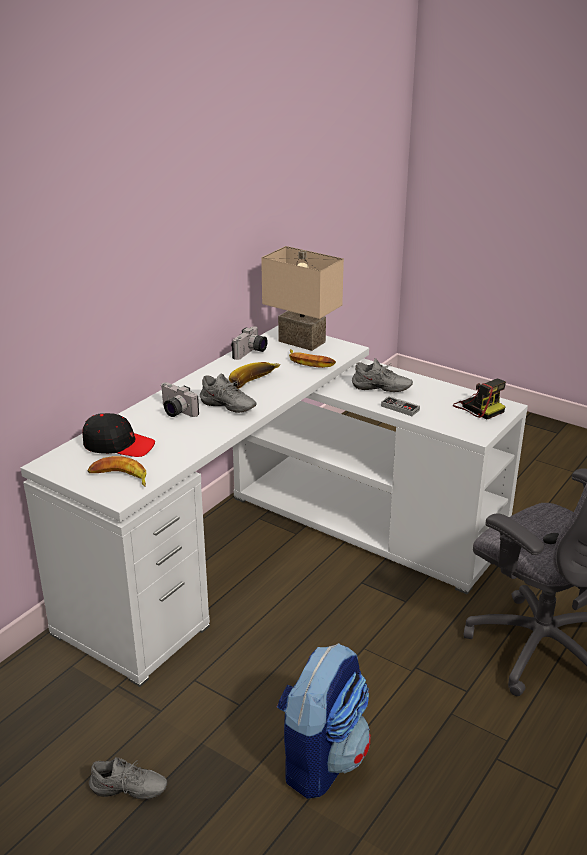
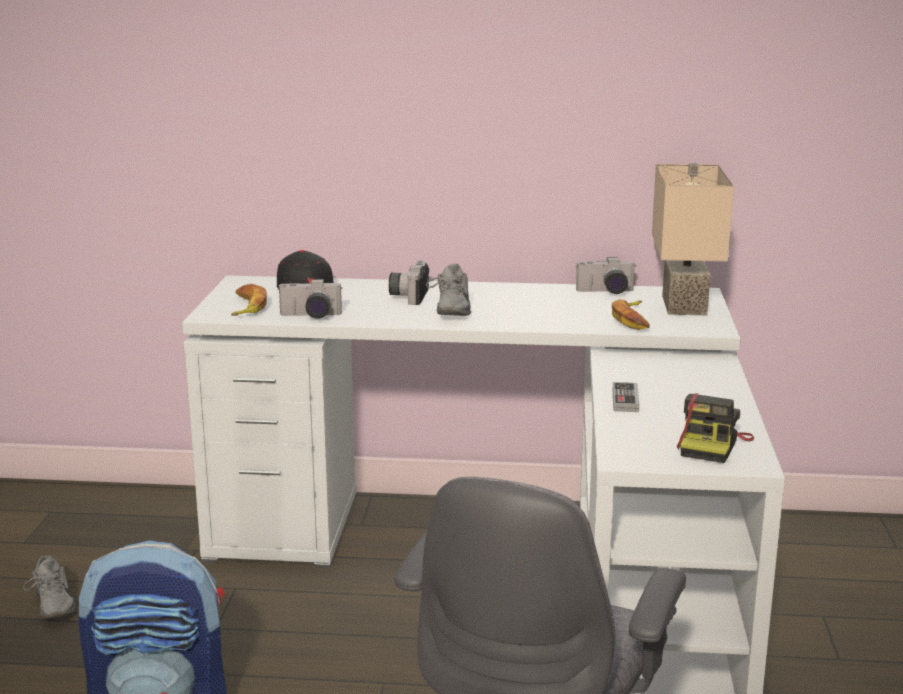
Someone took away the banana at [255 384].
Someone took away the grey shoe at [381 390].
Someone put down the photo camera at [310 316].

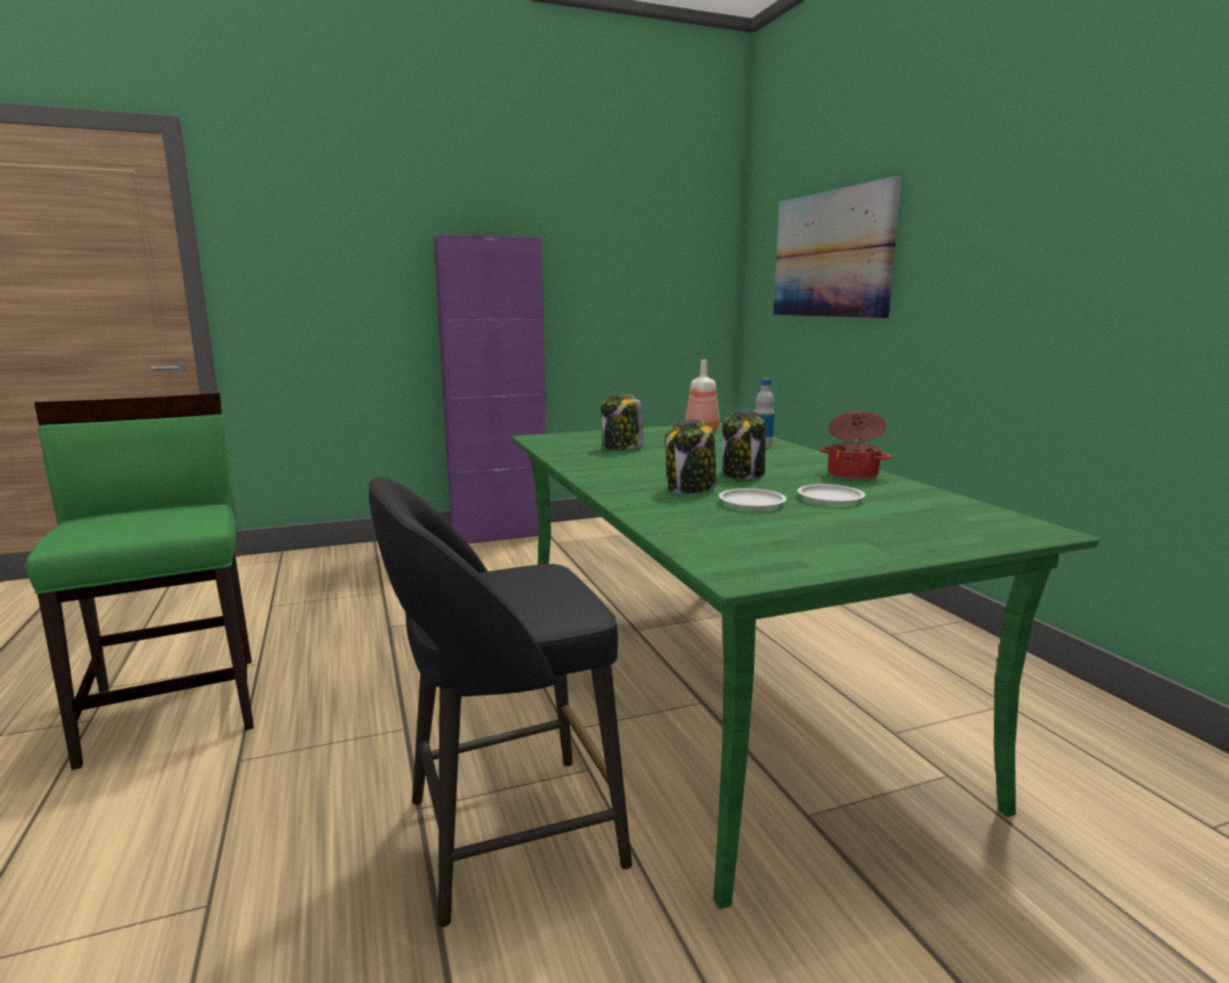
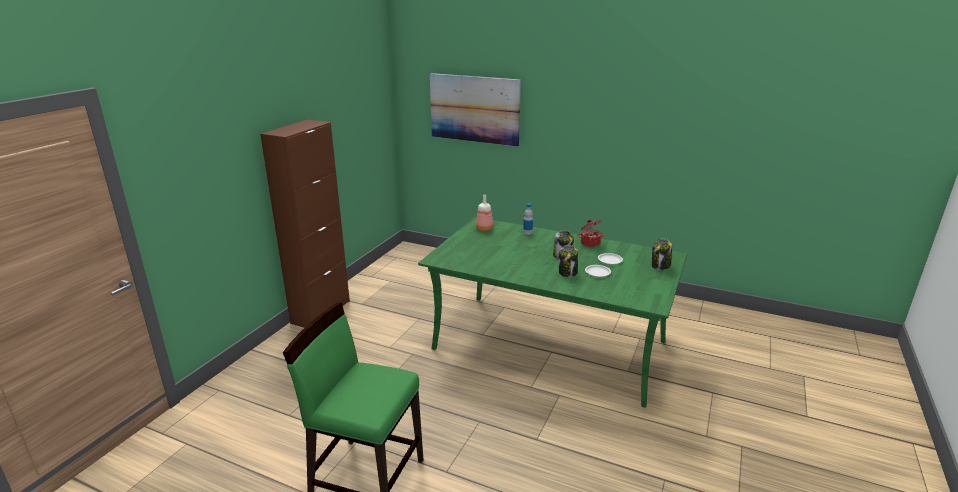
Someone took away the black stool at [506 834].
Someone carried the jar from [622 448] to [660 266].
Someone repainted the purple cabinet at [499 535], which became the brown cabinet at [321 312].

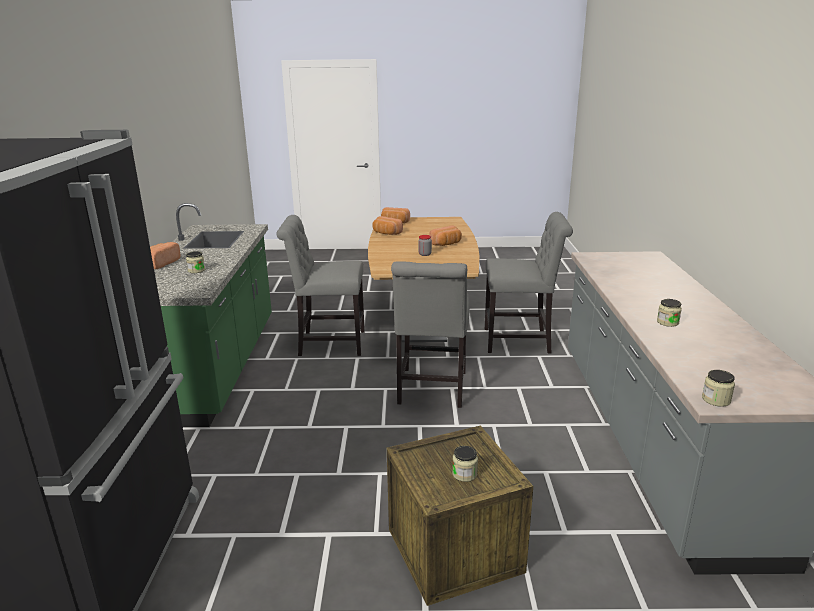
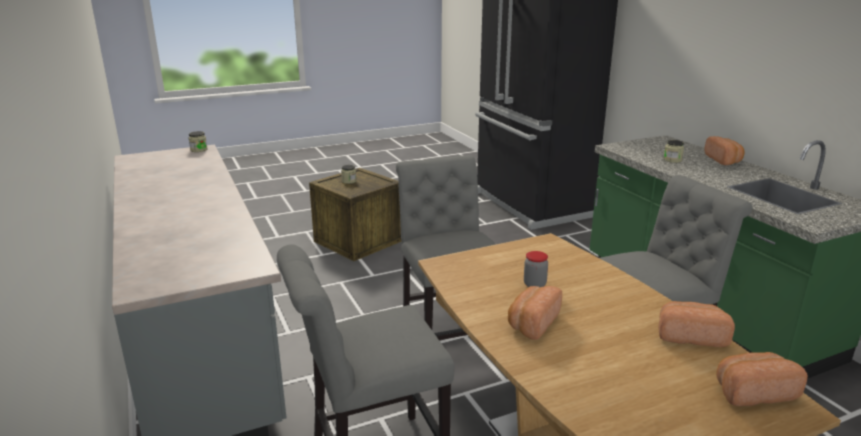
Someone took away the jar at [667 322].

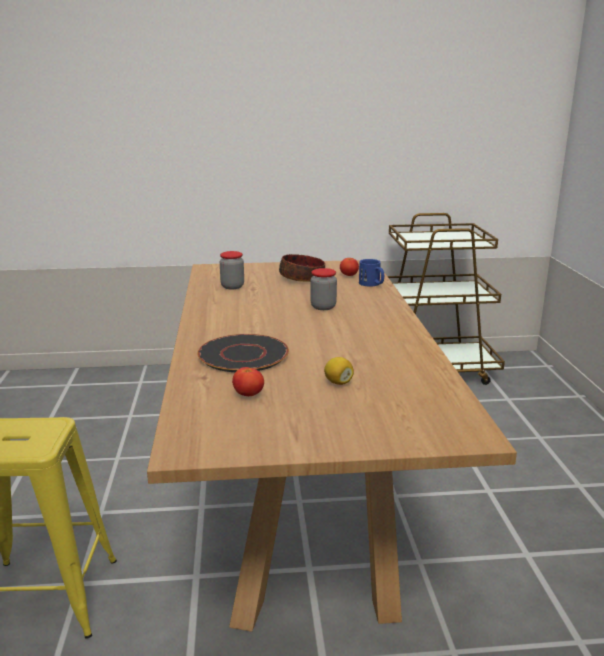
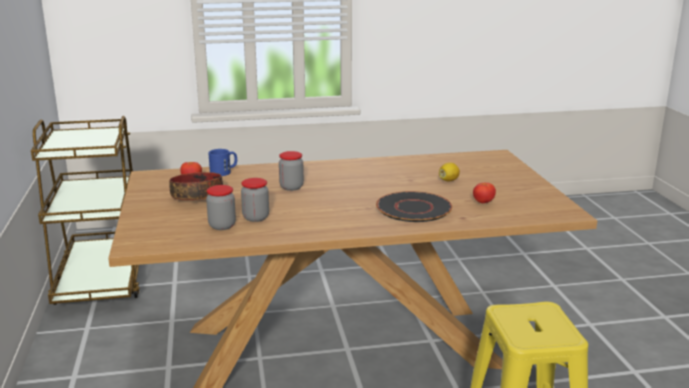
Someone put down the jar at [256 218].

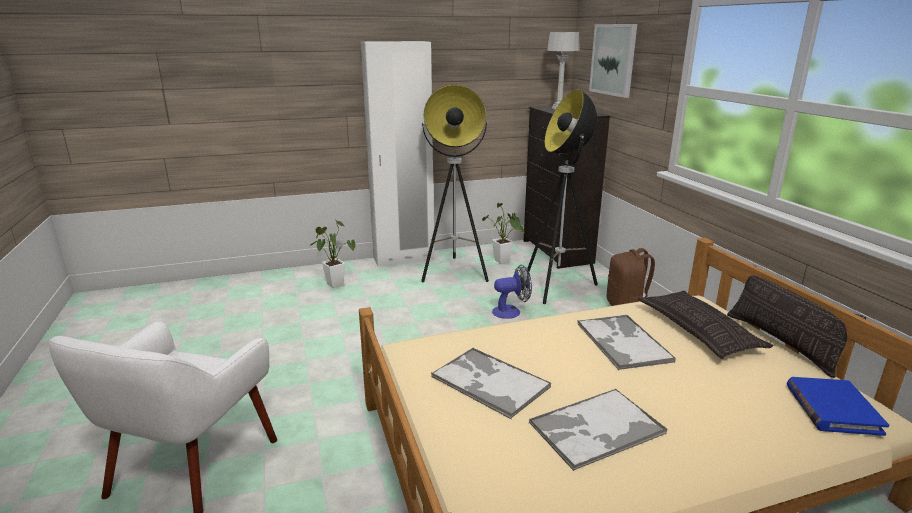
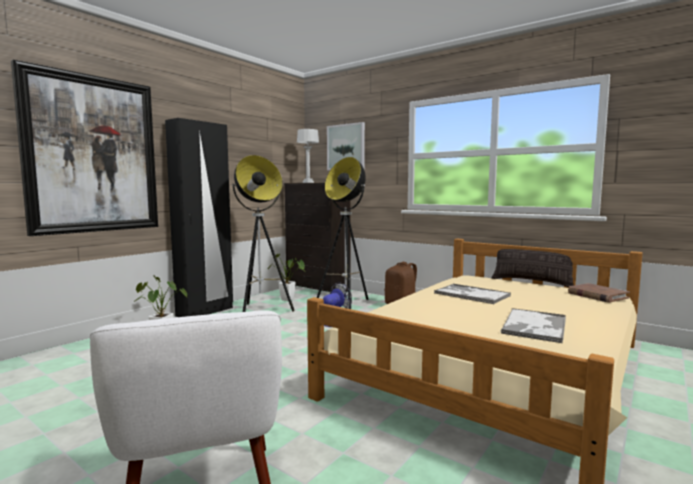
Someone took away the tray at [489 382].
Someone took away the pillow at [698 330].
Someone put up the picture at [92 154].
Someone repainted the white wardrobe at [404 259], which became the black wardrobe at [205 312].
Someone repainted the blue book at [832 409], which became the brown book at [597 295].

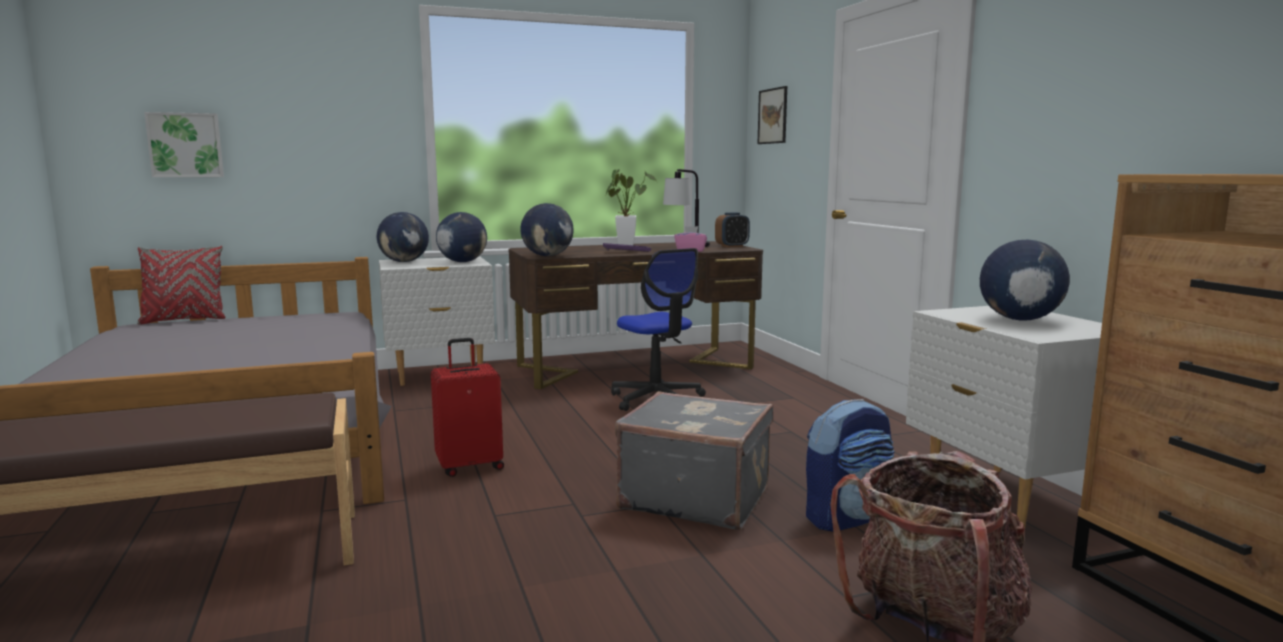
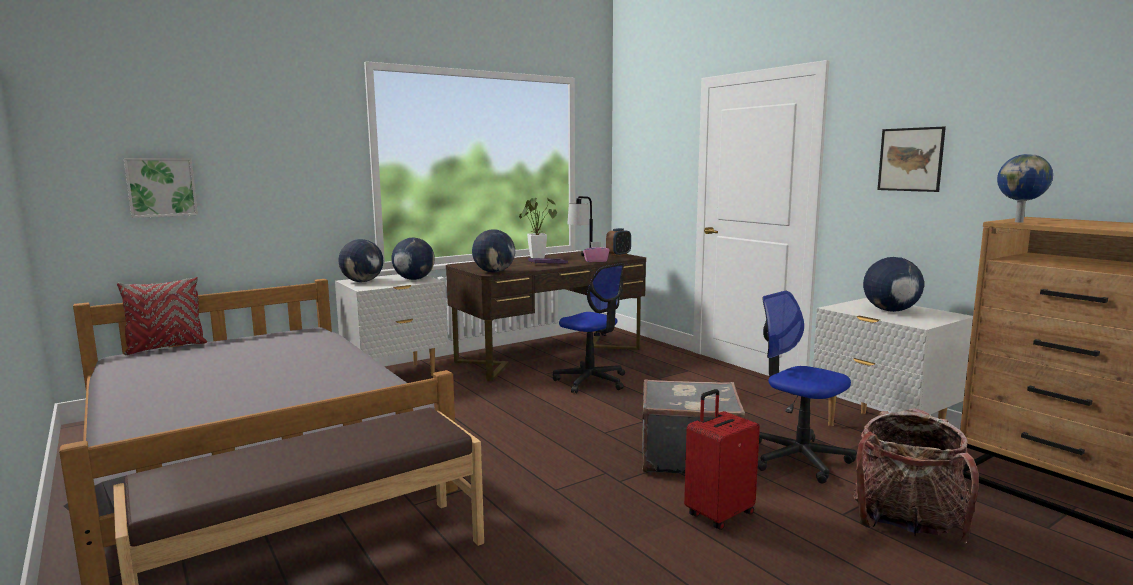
Someone put down the globe at [1019 222].
Someone carried the red suitcase from [470 466] to [718 514].
Someone carried the picture from [773 116] to [910 159].
Someone swapped the backpack at [846 517] for the office chair at [798 458].

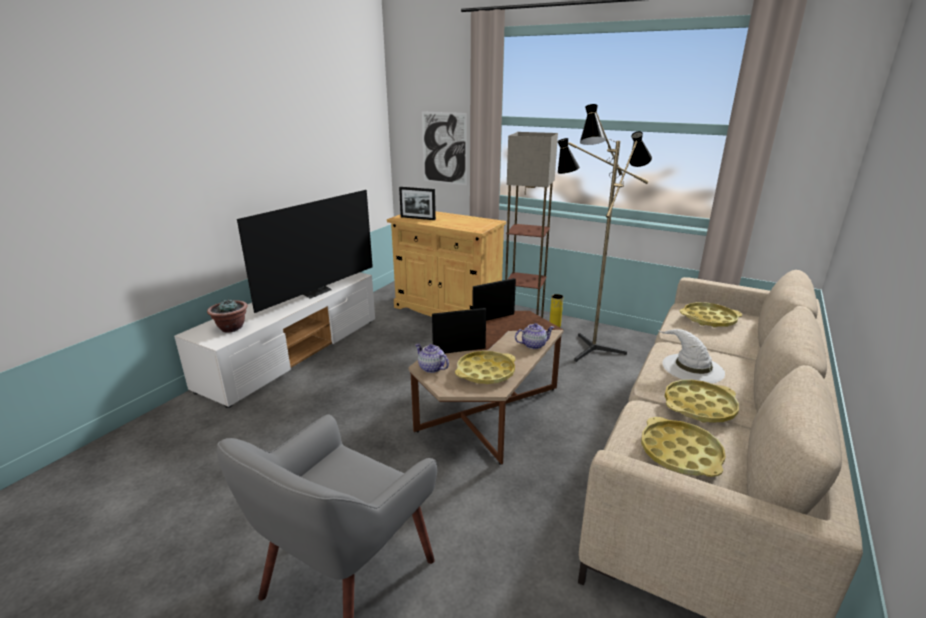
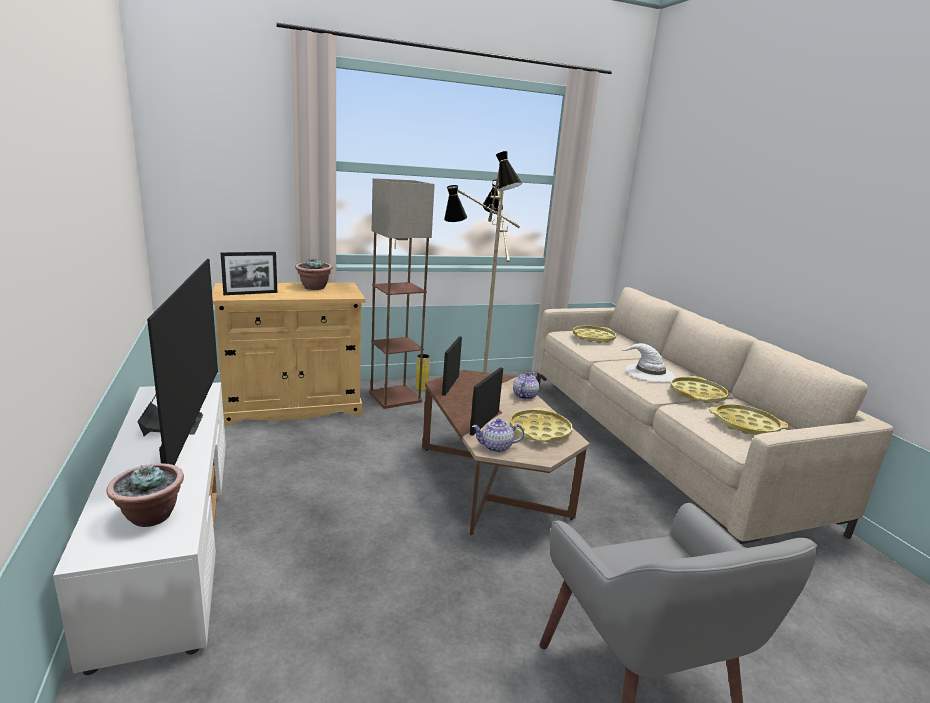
Someone took away the picture at [444 148].
Someone put down the potted plant at [314 288].

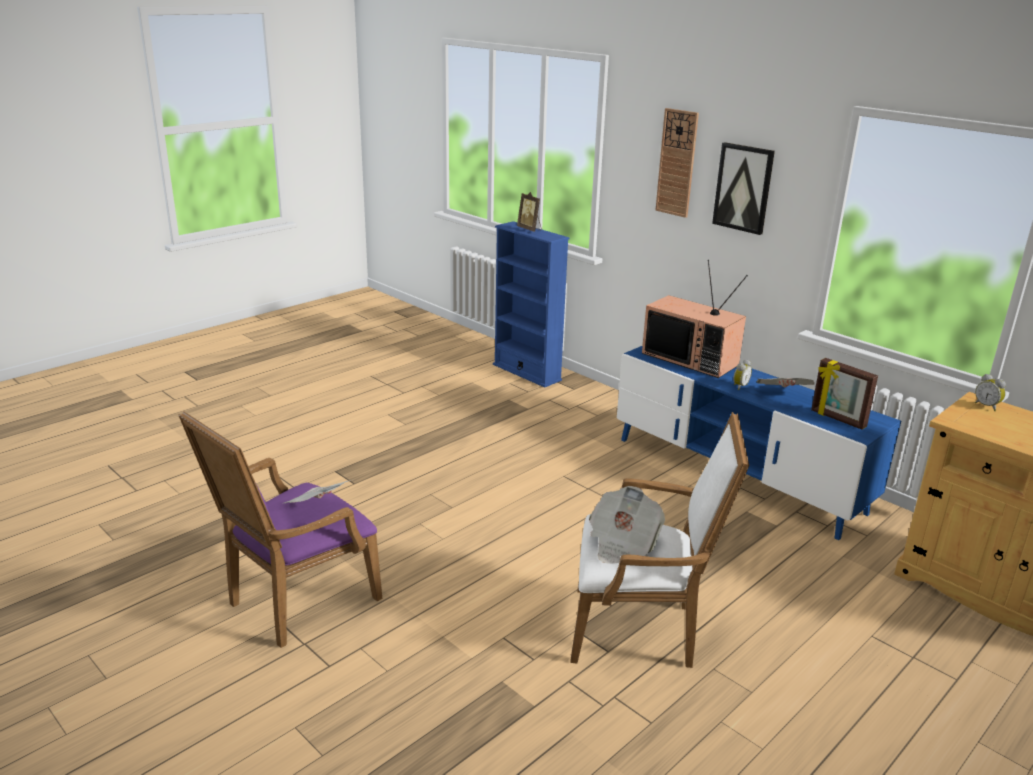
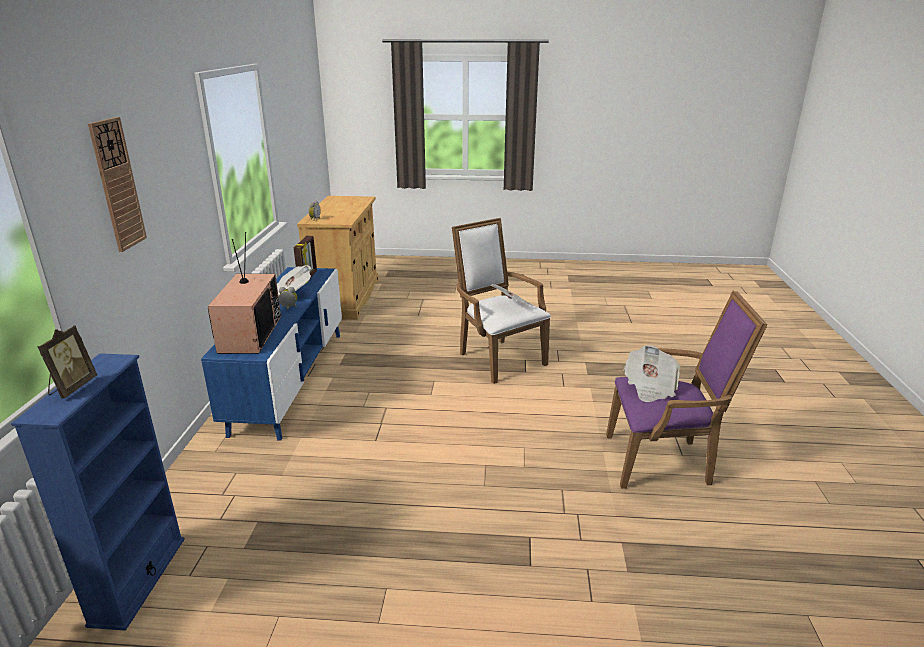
Someone took away the picture at [743 188].

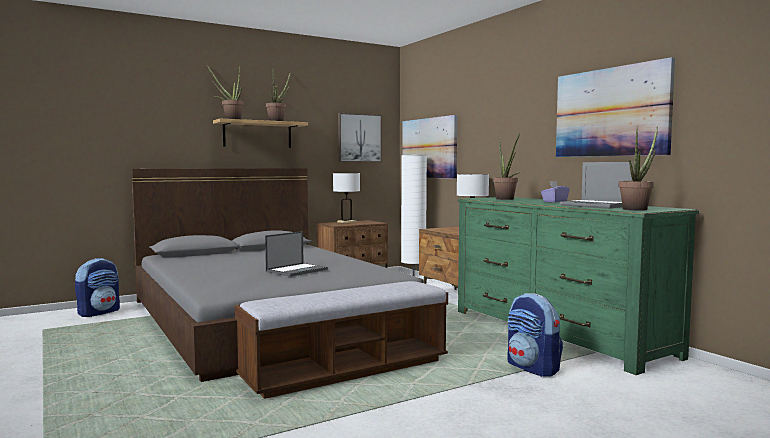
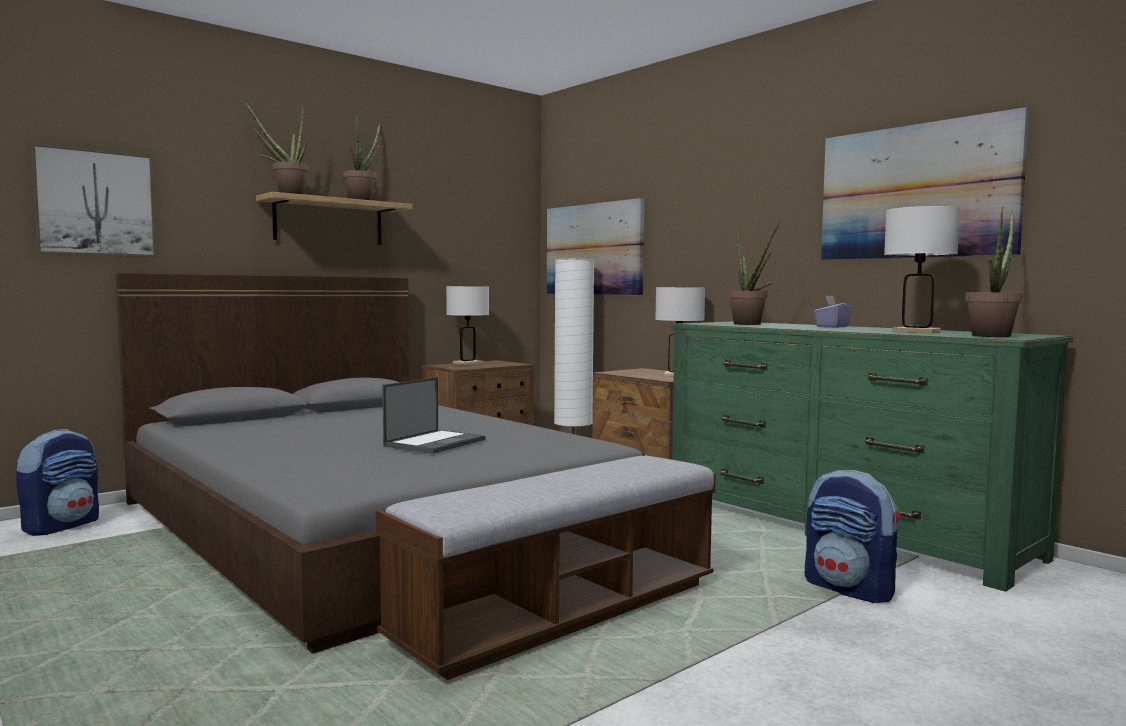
Someone carried the picture from [359 138] to [95 203].
Someone swapped the laptop at [596 206] for the white table lamp at [916 332].

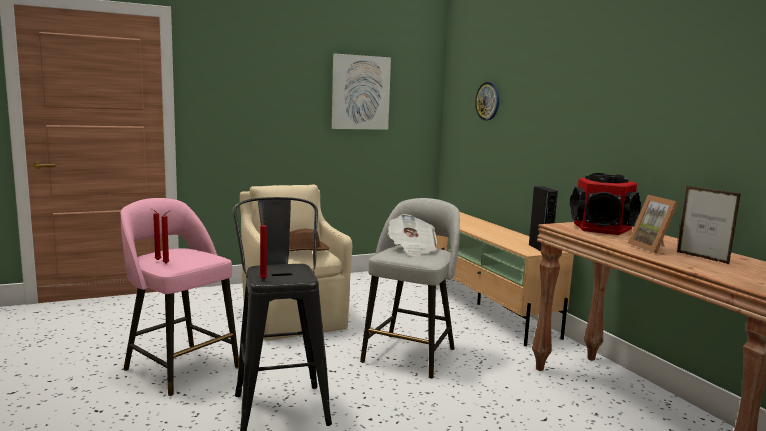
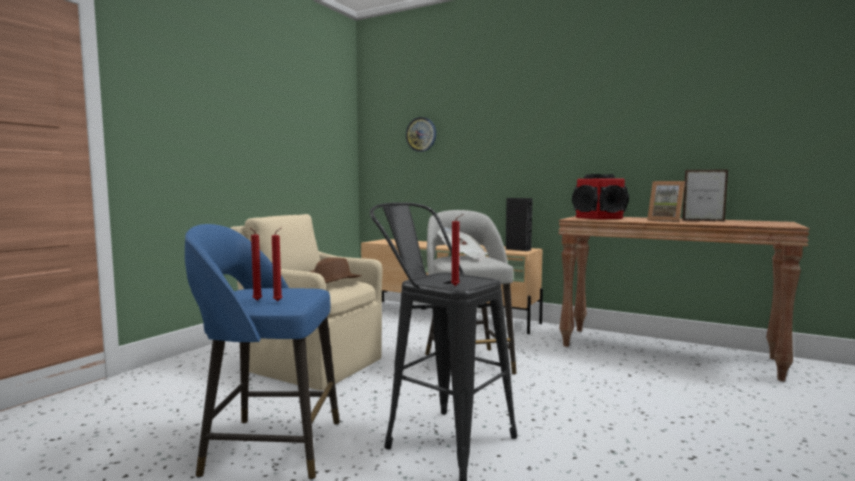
Someone took away the picture at [360 92].
Someone repainted the pink stool at [180 367], which became the blue stool at [269 447].

